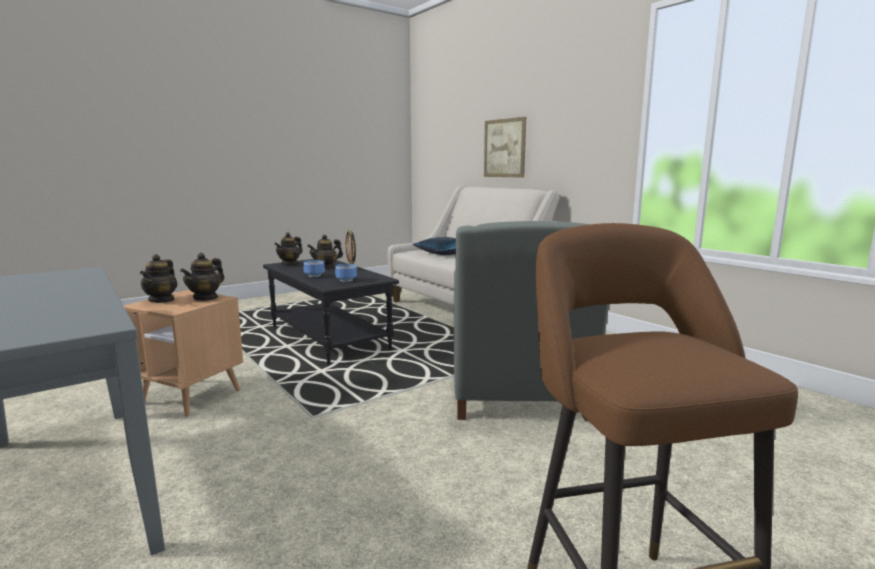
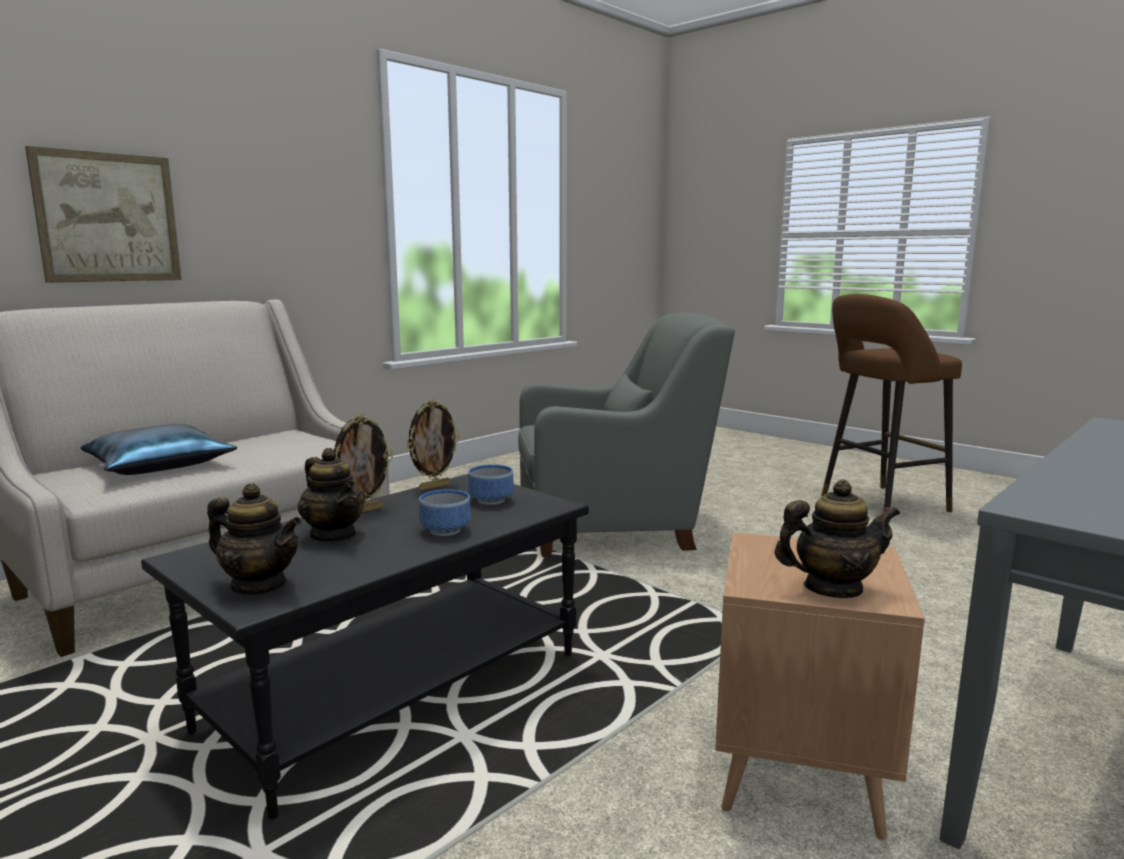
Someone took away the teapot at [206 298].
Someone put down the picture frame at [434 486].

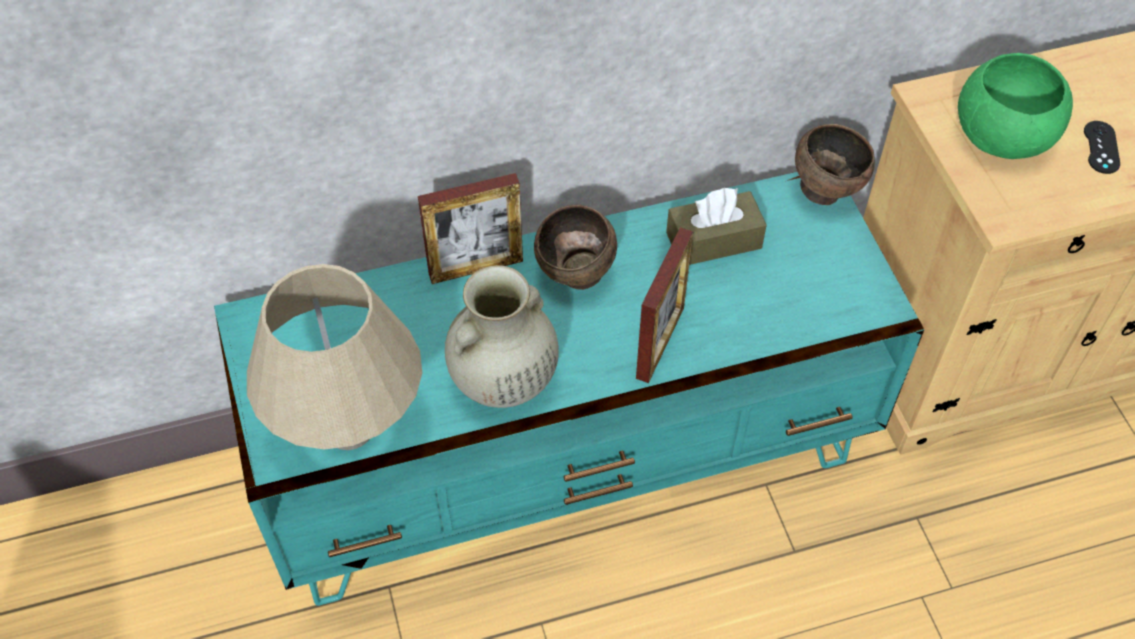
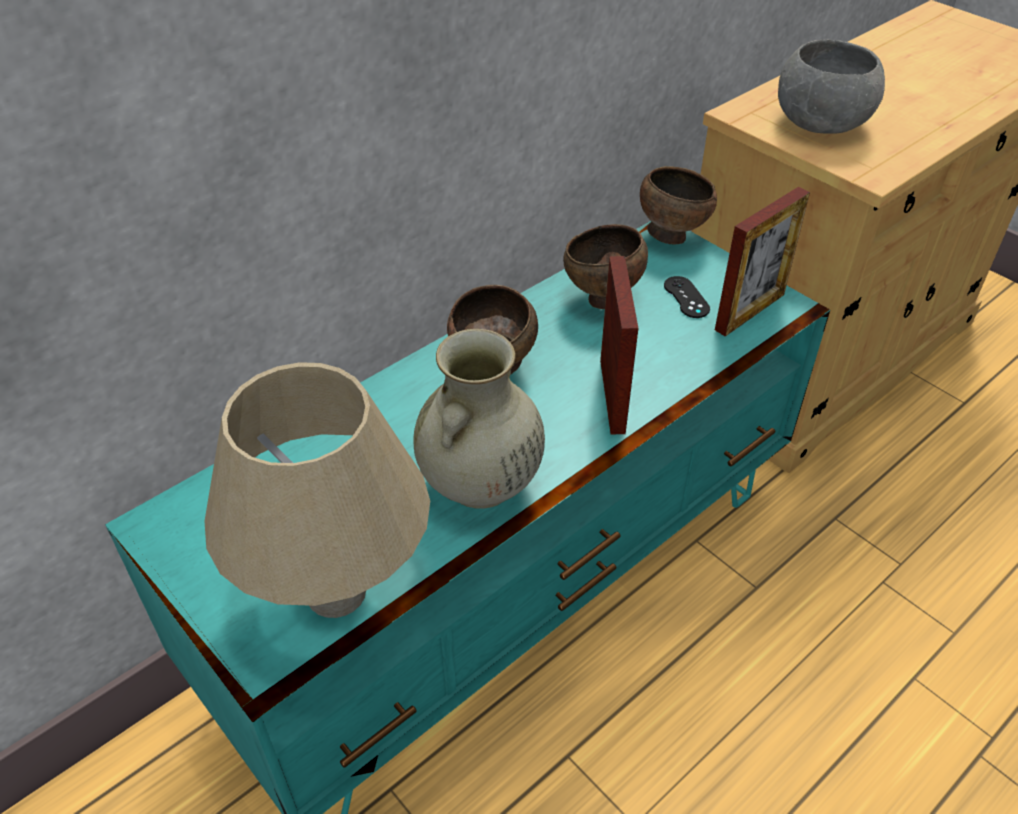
Someone carried the picture frame from [476 267] to [749 312].
Someone carried the black game controller from [1101 147] to [686 297].
Someone swapped the brown tissue box at [713 240] for the brown bowl at [602 299].
Someone repainted the green bowl at [1002 137], which became the grey bowl at [821 124].

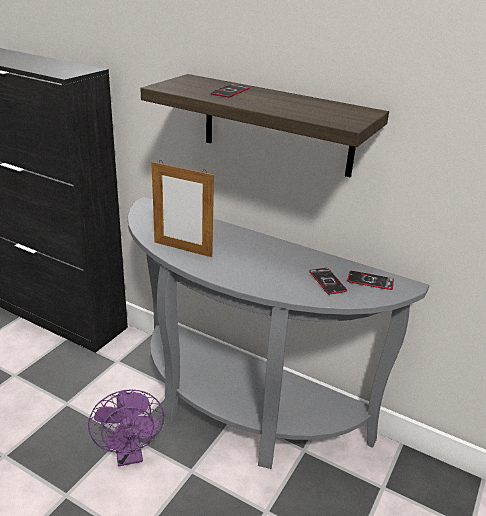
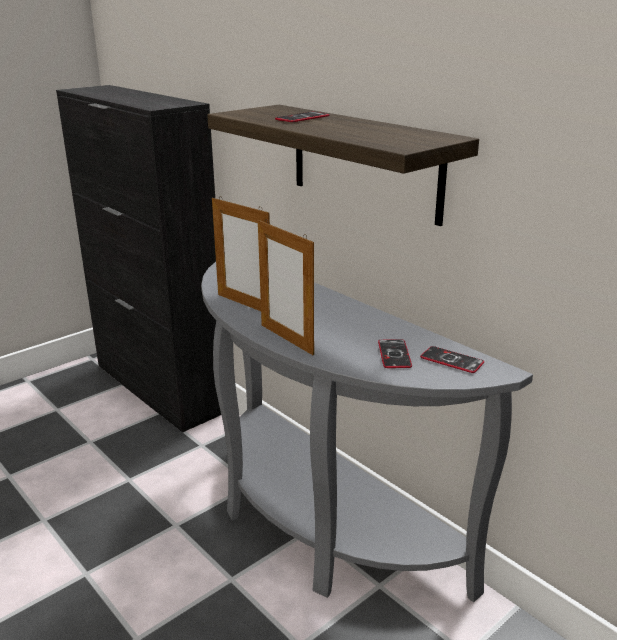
Someone took away the purple fan at [130 454].
Someone put down the picture frame at [286 339].

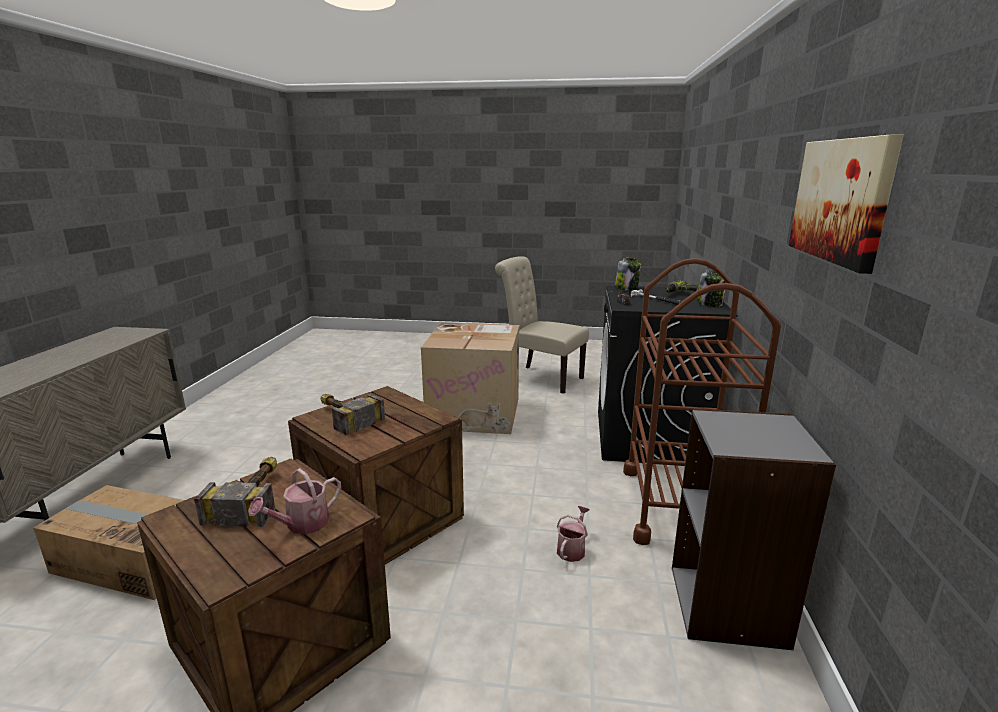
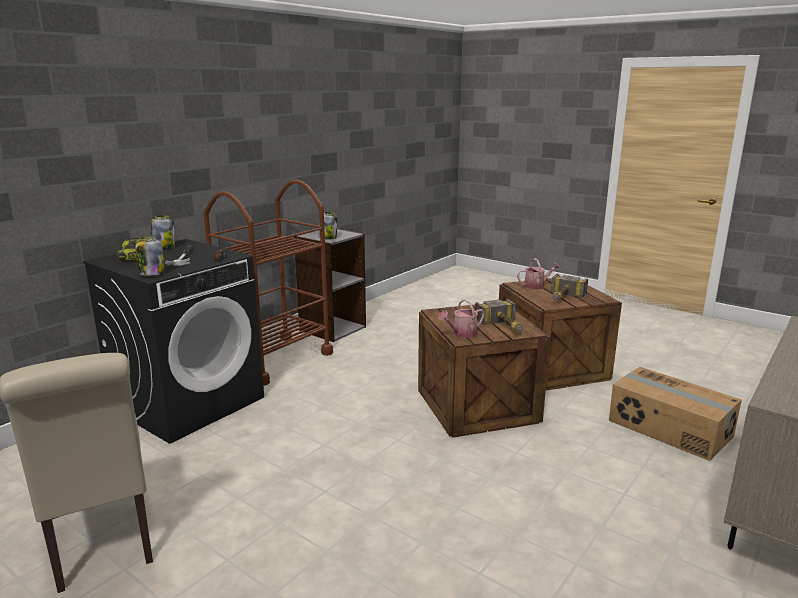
Someone took away the cardboard box at [476 412].
Someone took away the picture at [841 200].
Someone put down the jar at [328 238].
Someone carried the watering can from [572 549] to [462 334].

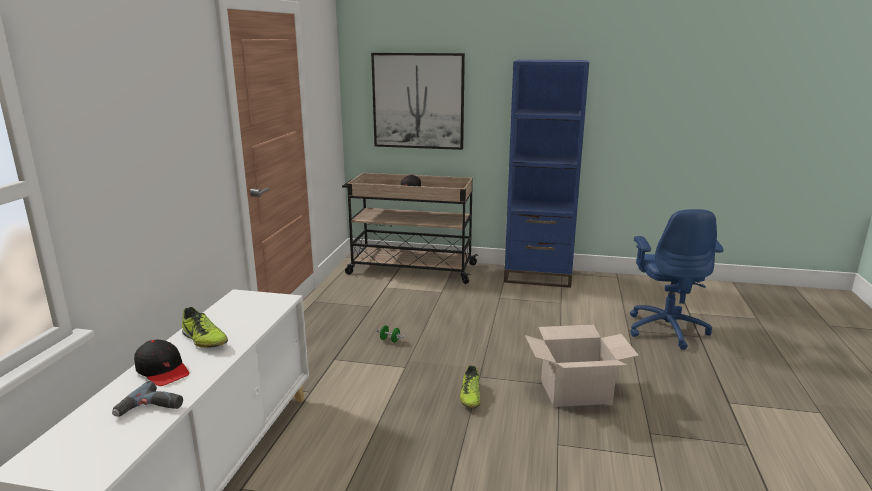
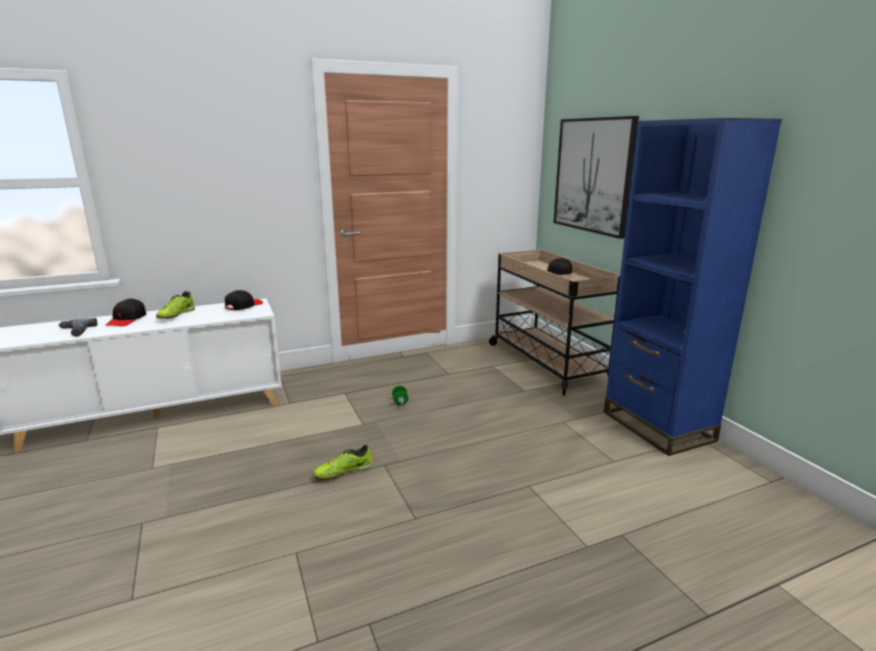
Someone took away the cardboard box at [575 392].
Someone took away the blue office chair at [666 329].
Someone put down the black cap at [244 306].

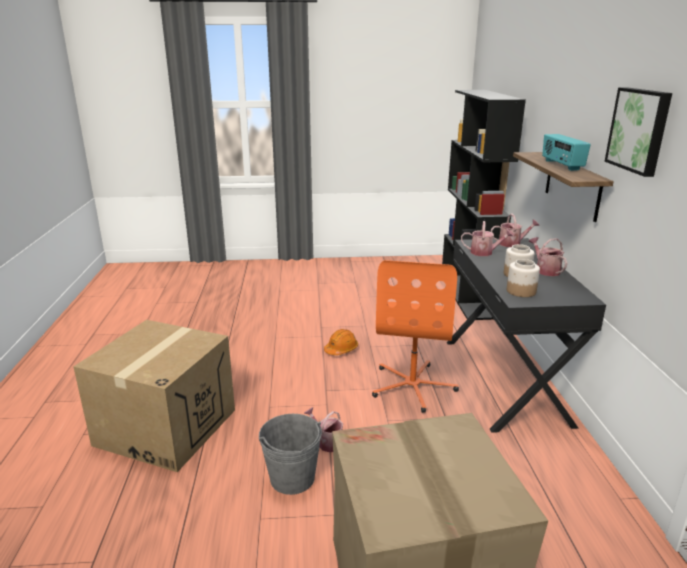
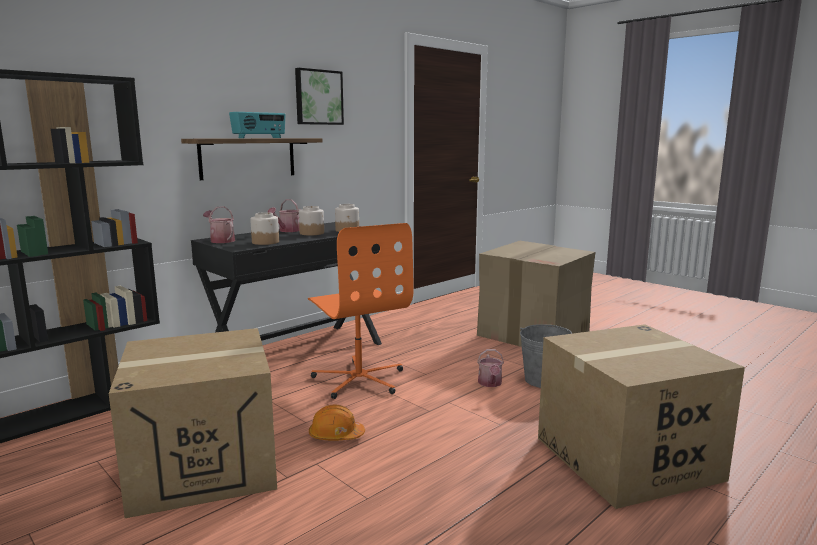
Someone put down the cardboard box at [204 465].
Someone swapped the watering can at [484 252] for the jar at [265 242].
Someone rotated the orange office chair at [413 386] by 90 degrees clockwise.

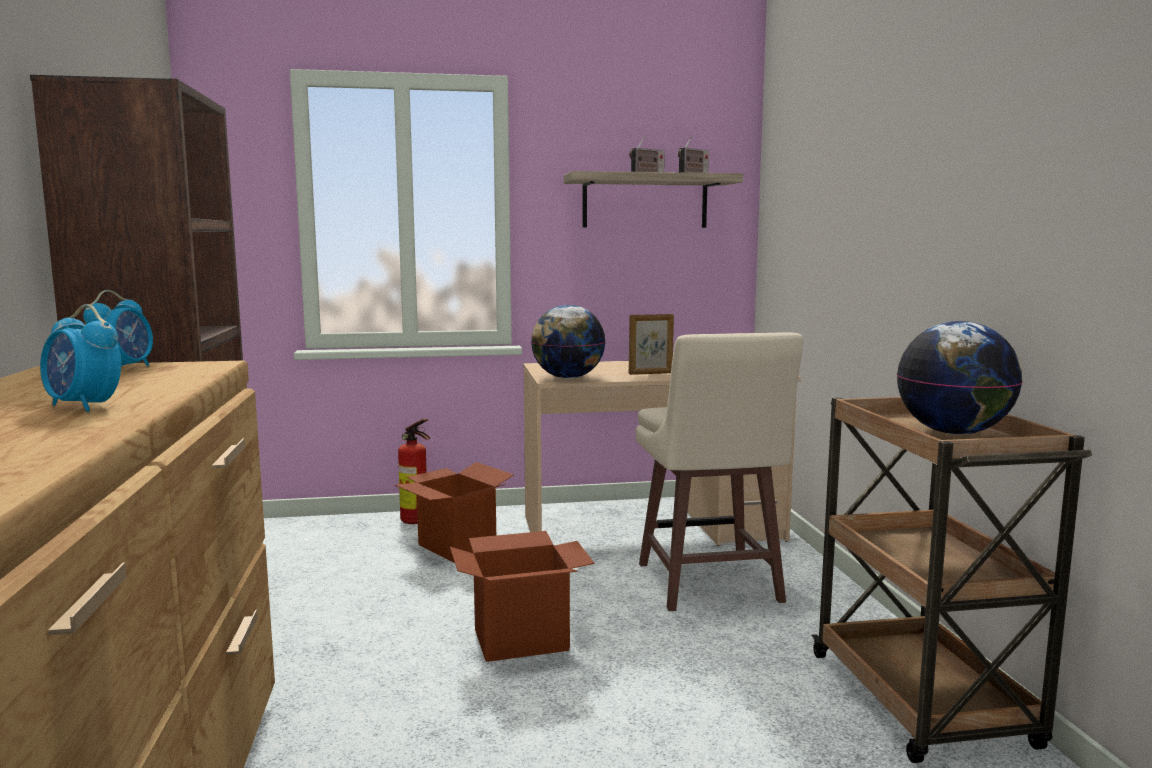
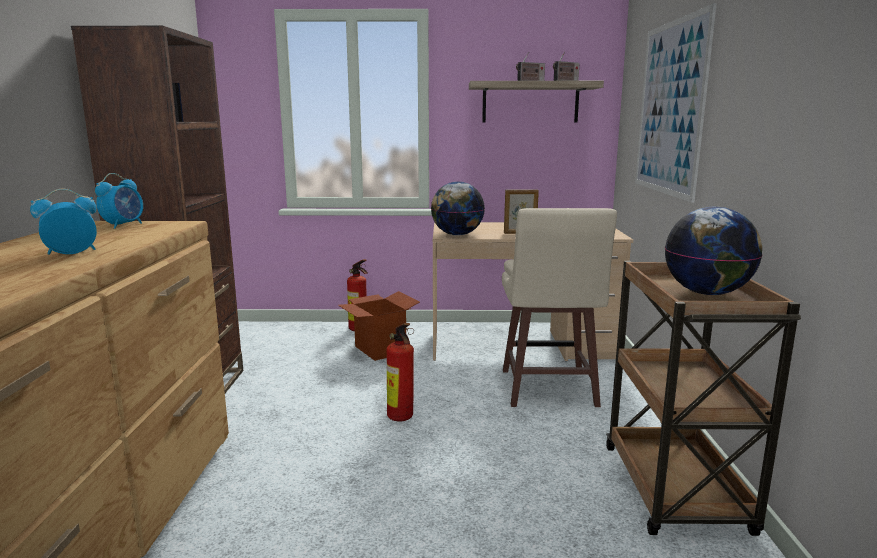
Someone put up the picture at [670 108].
Someone swapped the cardboard box at [521 640] for the fire extinguisher at [401 419].
Someone rotated the alarm clock at [84 406] by 105 degrees clockwise.

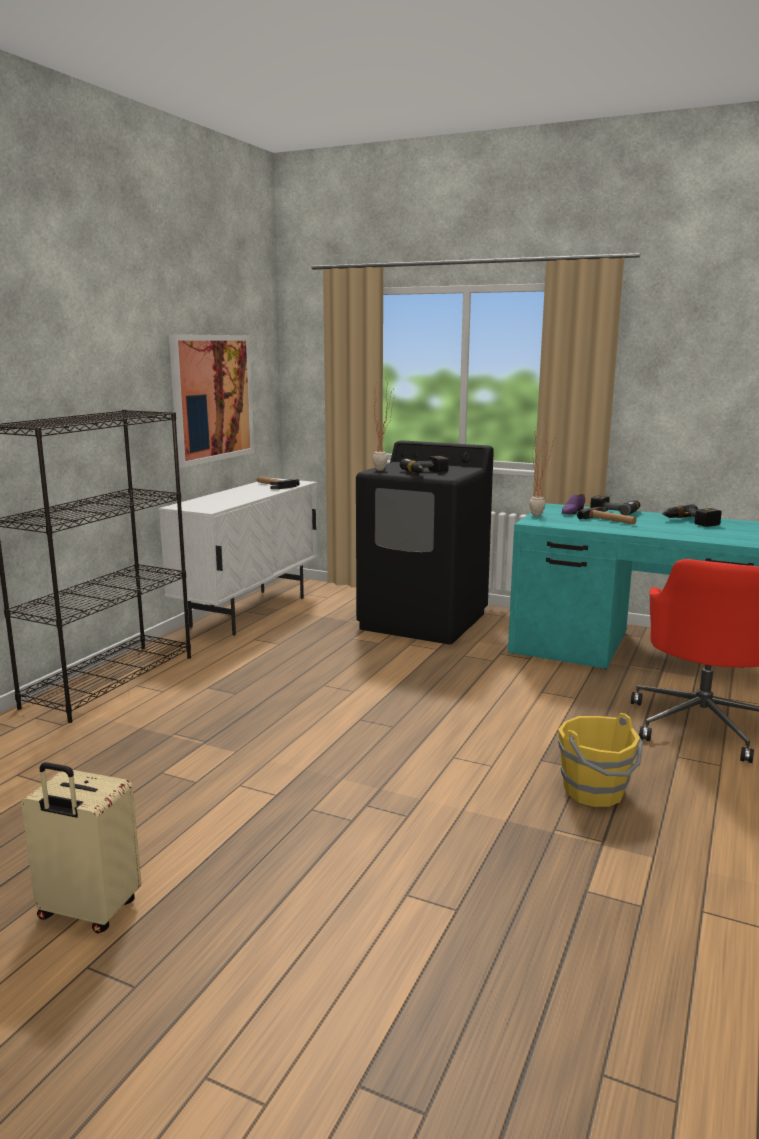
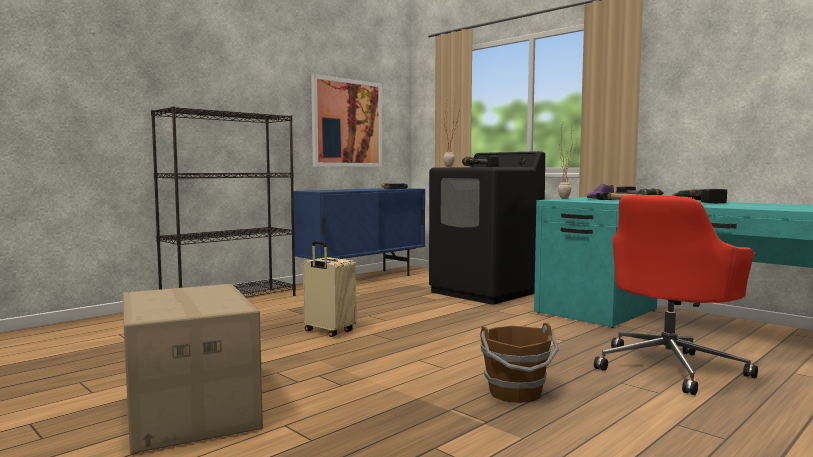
Someone put down the cardboard box at [189 411].
Someone carried the beige suitcase from [87 912] to [328 331].
Someone repainted the white cabinet at [249 612], which became the blue cabinet at [363 279].
Someone repainted the yellow bucket at [595 792], which became the brown bucket at [516 393].

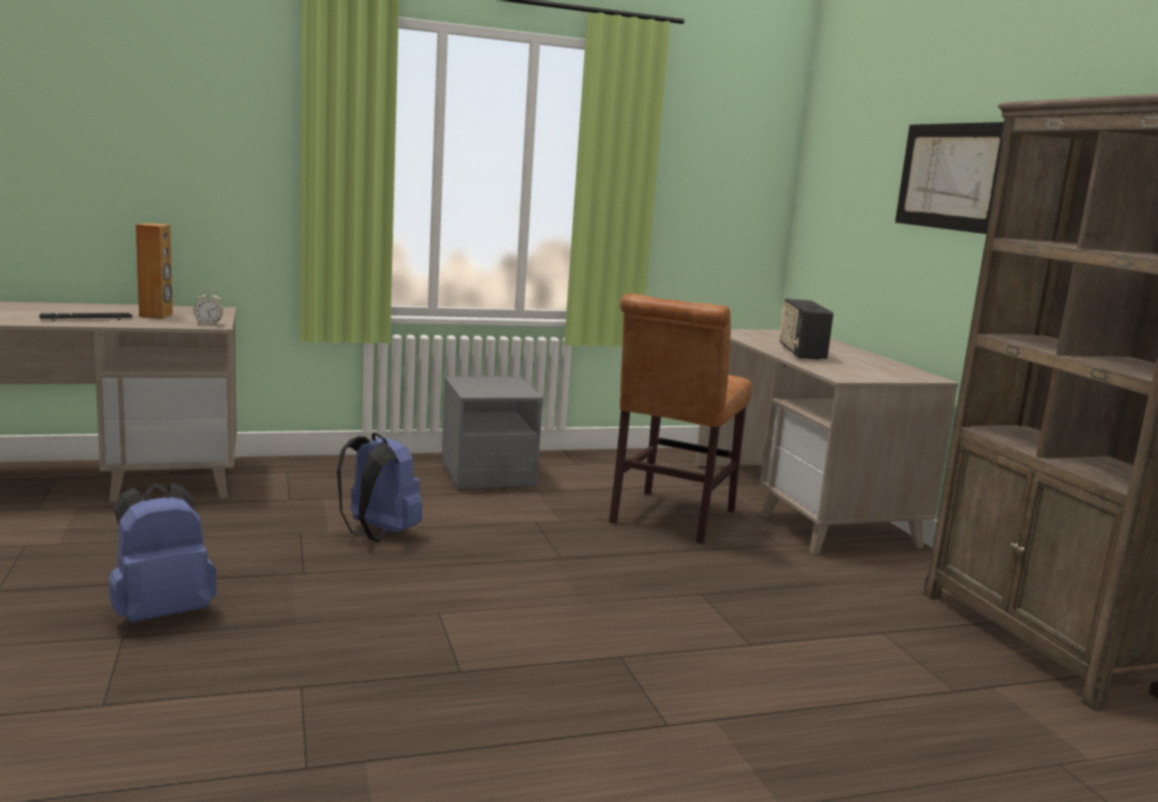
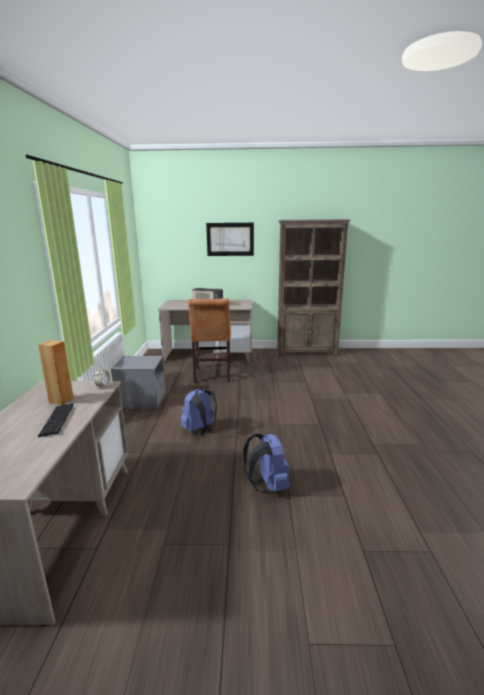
Someone rotated the brown chair at [669 519] by 45 degrees clockwise.

